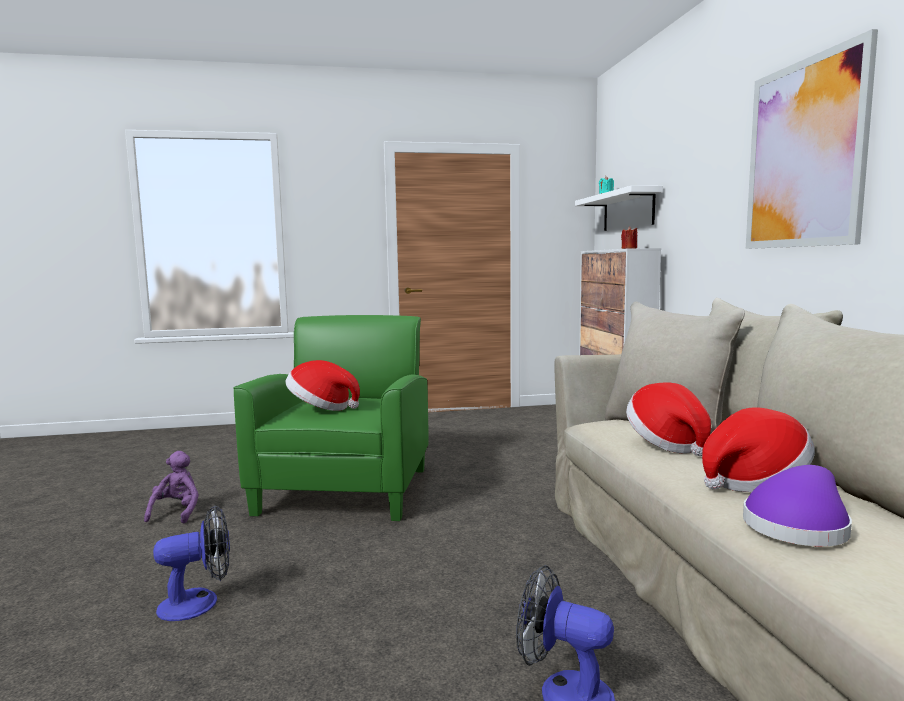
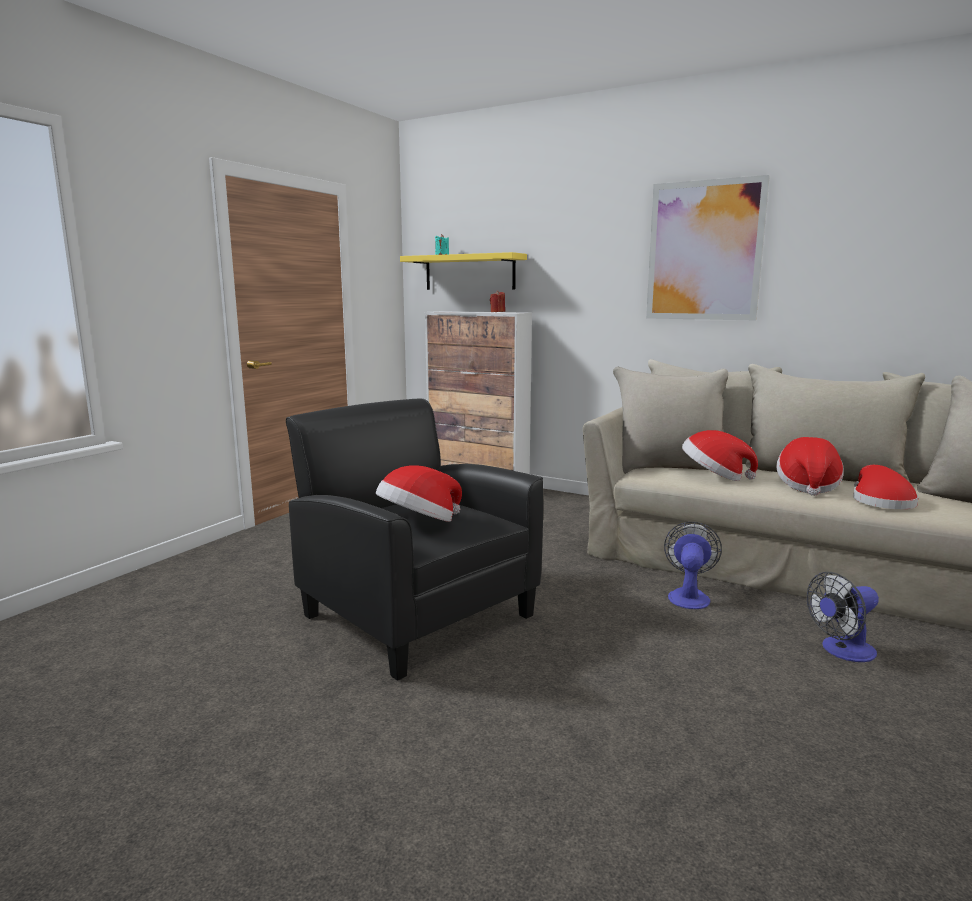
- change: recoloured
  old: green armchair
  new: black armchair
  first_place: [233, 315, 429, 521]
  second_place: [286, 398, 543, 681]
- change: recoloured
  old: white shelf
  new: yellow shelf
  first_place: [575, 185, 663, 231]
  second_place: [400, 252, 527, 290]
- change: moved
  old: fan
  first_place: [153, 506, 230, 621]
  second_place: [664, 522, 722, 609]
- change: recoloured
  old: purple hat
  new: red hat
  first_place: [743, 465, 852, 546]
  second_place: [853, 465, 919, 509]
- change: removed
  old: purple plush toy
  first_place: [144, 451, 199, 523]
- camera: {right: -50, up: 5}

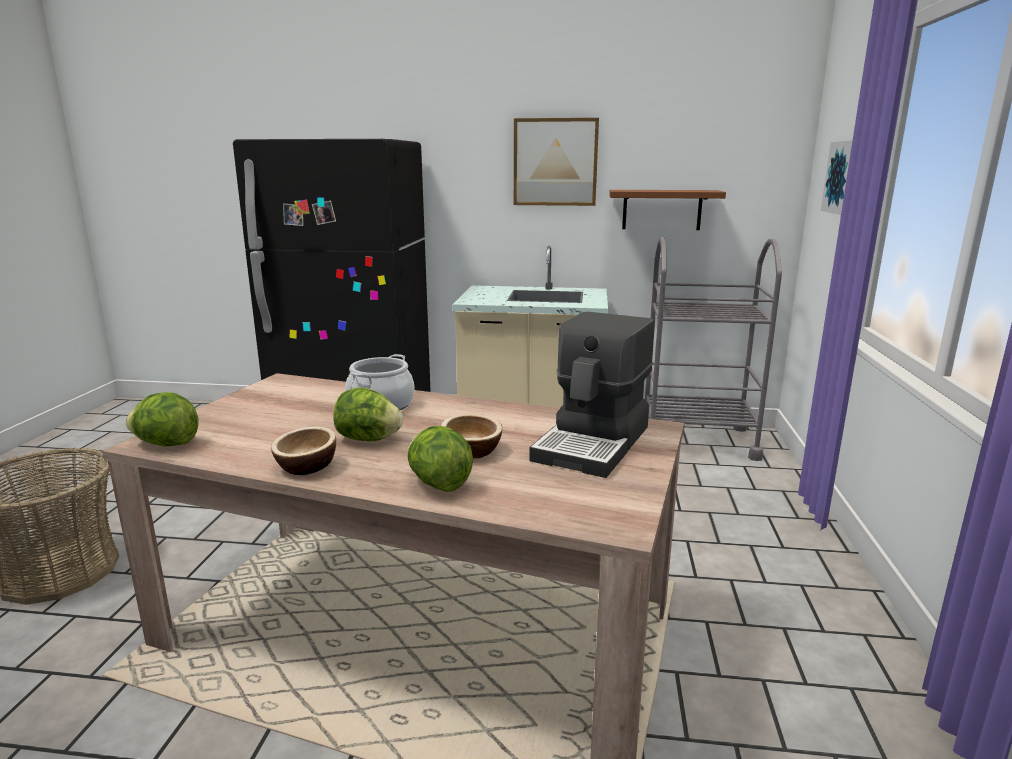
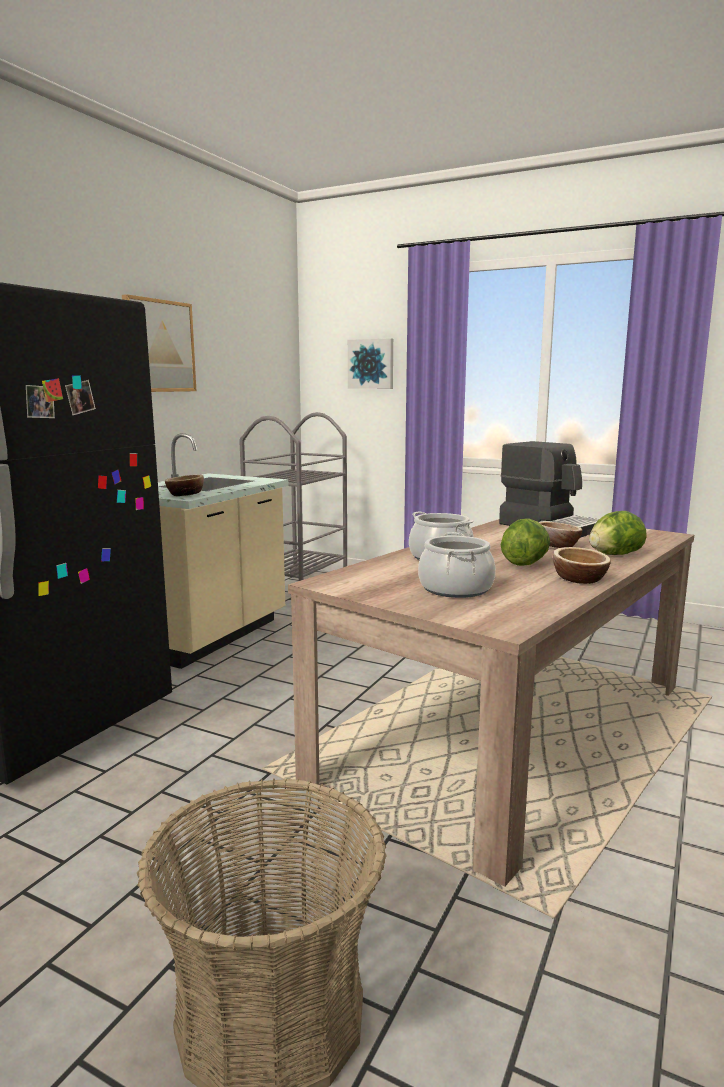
- change: added
  new: bowl
  second_place: [165, 475, 204, 496]
- change: added
  new: cooking pot
  second_place: [418, 532, 496, 598]
- change: removed
  old: lettuce
  first_place: [126, 392, 199, 446]
- change: removed
  old: brown shelf
  first_place: [609, 190, 726, 230]
- camera: {right: -70, up: -5}

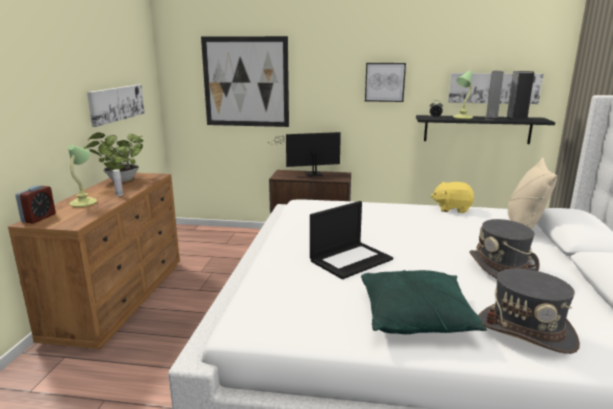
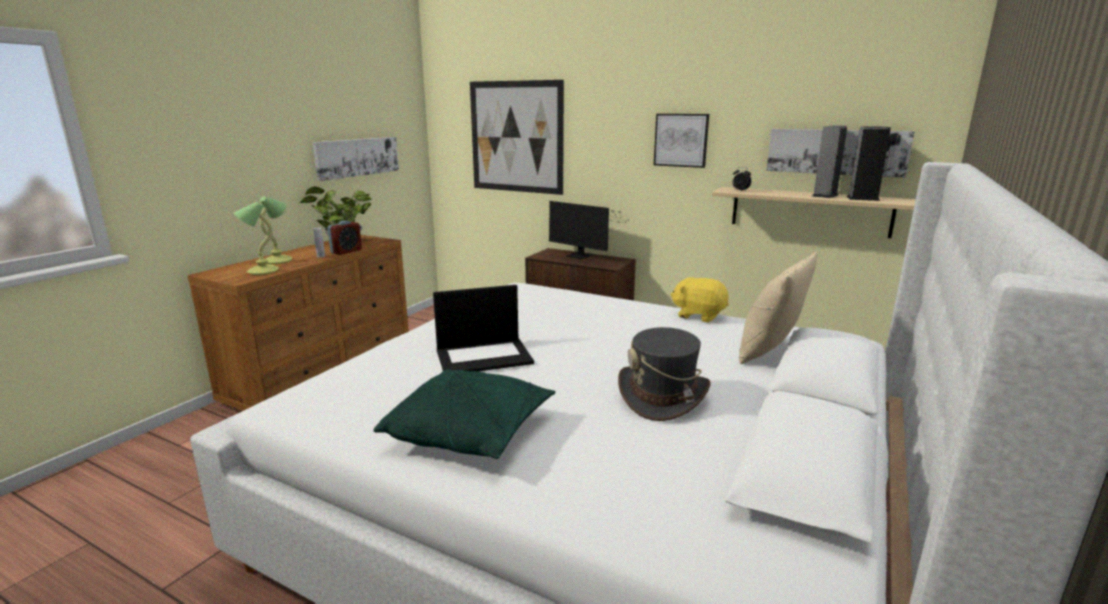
- change: moved
  old: table lamp
  first_place: [453, 71, 473, 119]
  second_place: [234, 202, 279, 275]
- change: moved
  old: alarm clock
  first_place: [16, 185, 56, 224]
  second_place: [328, 221, 362, 255]
- change: turned
  old: monitor
  first_place: [275, 132, 341, 177]
  second_place: [549, 201, 630, 259]
  degrees: -150
- change: recoloured
  old: black shelf
  new: beige shelf
  first_place: [416, 115, 555, 144]
  second_place: [712, 187, 916, 238]
- change: removed
  old: grey hat
  first_place: [478, 269, 580, 354]
- camera: {right: 20, up: 0}

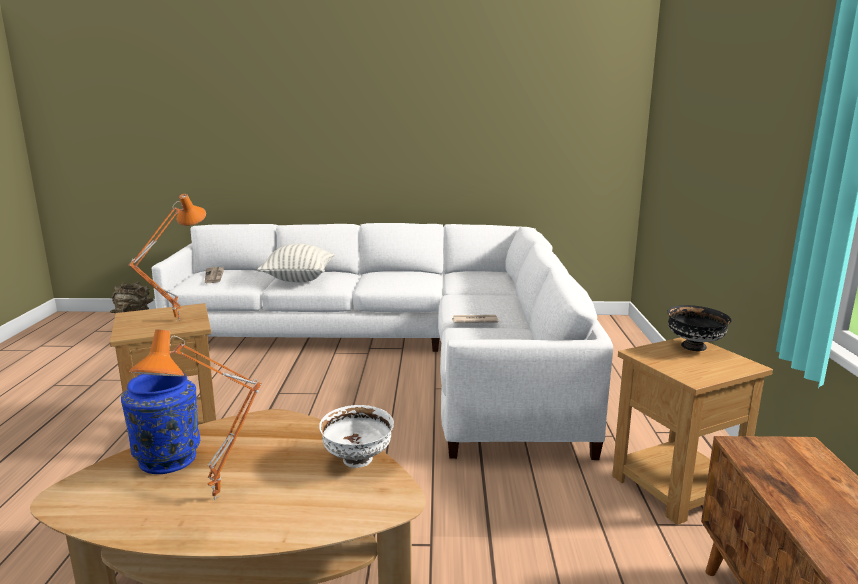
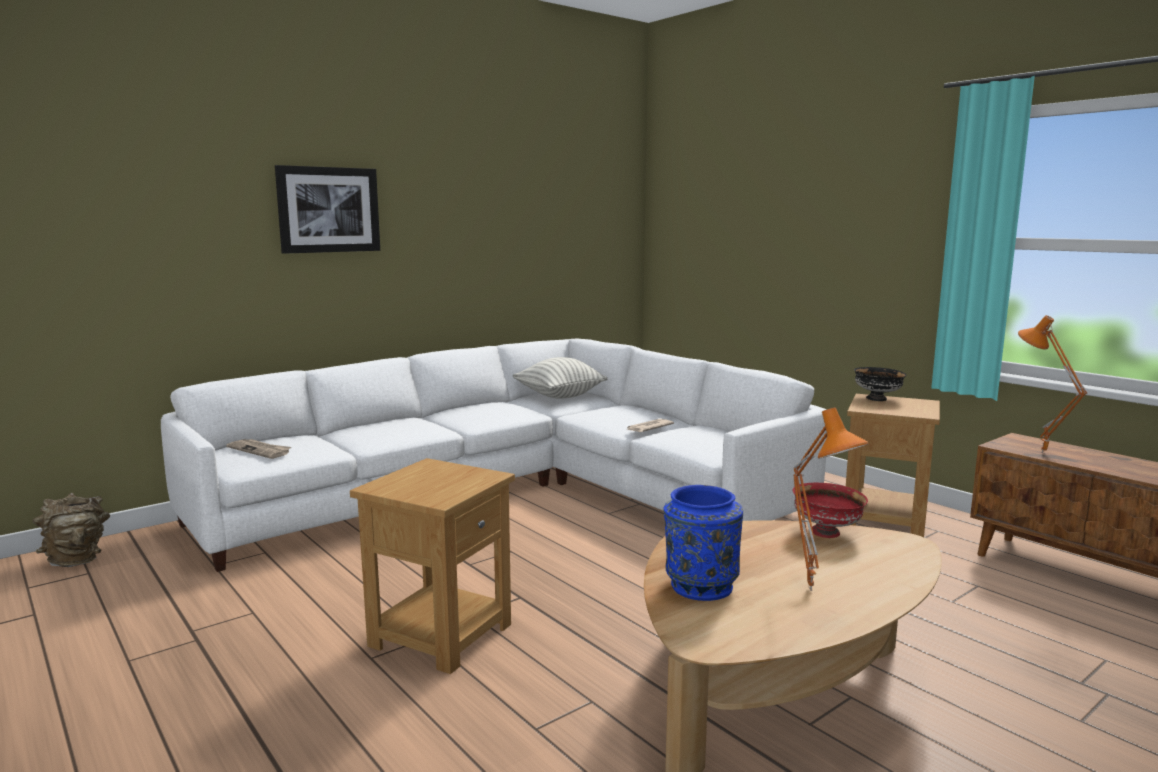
- change: added
  new: picture
  second_place: [275, 165, 380, 254]
- change: moved
  old: pillow
  first_place: [257, 244, 335, 282]
  second_place: [513, 357, 608, 399]
- change: recoloured
  old: white bowl
  new: red bowl
  first_place: [319, 405, 394, 468]
  second_place: [793, 483, 868, 538]
- change: moved
  old: orange table lamp
  first_place: [128, 194, 206, 321]
  second_place: [1018, 315, 1087, 454]
- camera: {right: -40, up: -5}

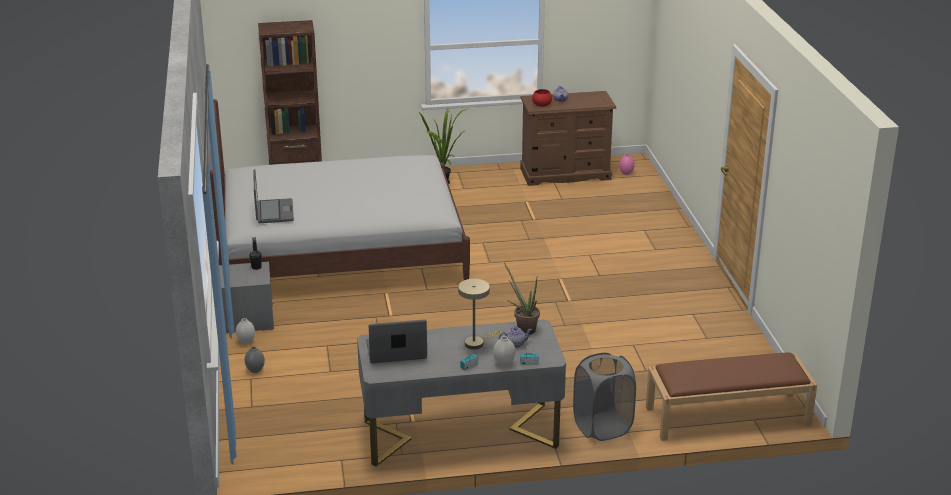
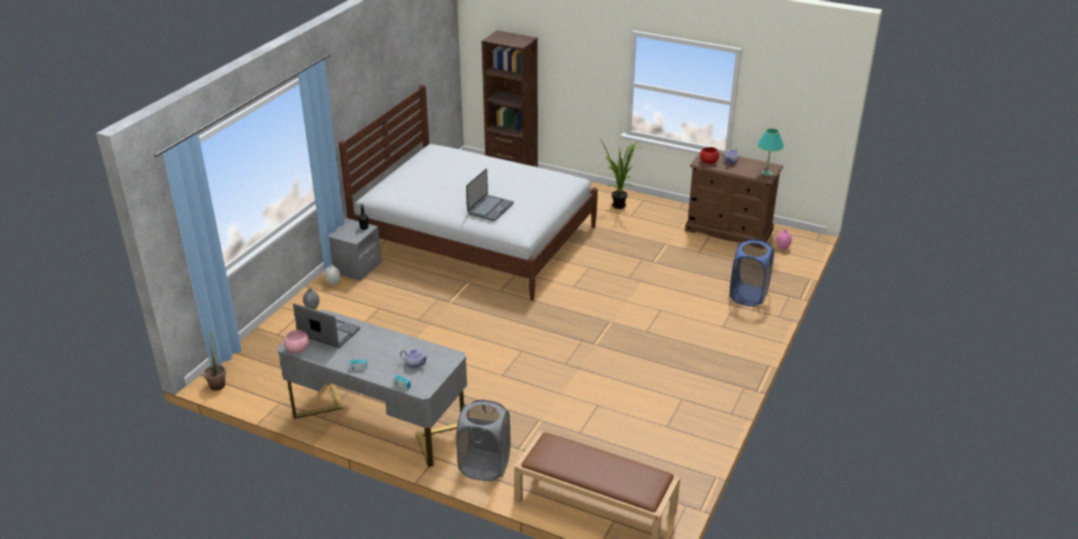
- change: moved
  old: potted plant
  first_place: [504, 263, 540, 335]
  second_place: [204, 331, 226, 390]
- change: added
  new: pink bowl
  second_place: [284, 330, 309, 353]
- change: moved
  old: laptop
  first_place: [254, 169, 294, 223]
  second_place: [466, 168, 514, 221]
- change: added
  new: blue laundry basket
  second_place: [730, 239, 774, 307]
- change: added
  new: turquoise table lamp
  second_place: [757, 128, 784, 176]
- change: removed
  old: beige table lamp
  first_place: [458, 279, 501, 349]
- change: removed
  old: white vase
  first_place: [493, 336, 515, 366]
- camera: {right: 35, up: 5}

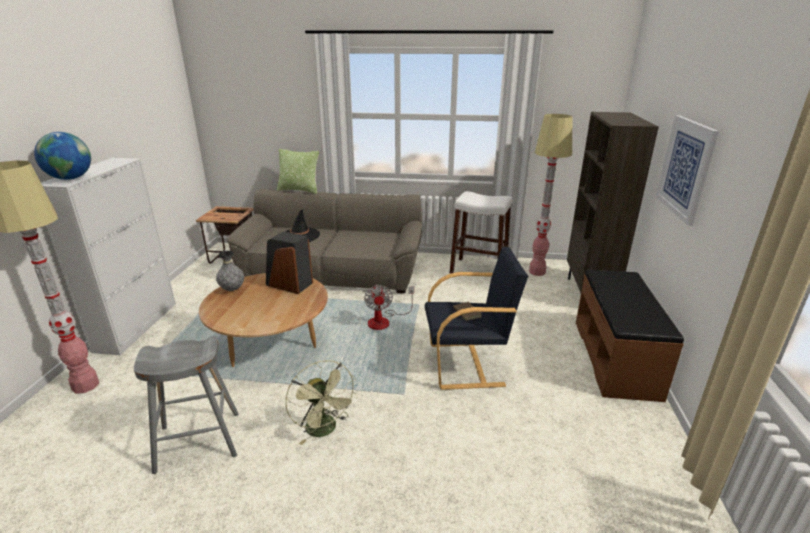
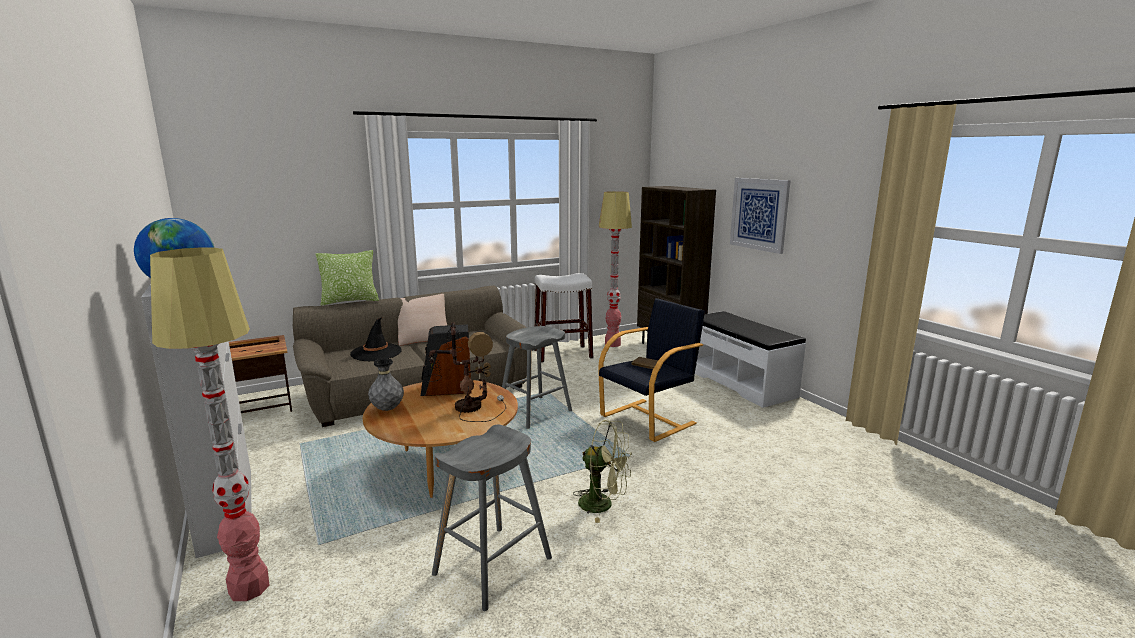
- change: added
  new: beige pillow
  second_place: [398, 294, 447, 346]
- change: added
  new: table lamp
  second_place: [424, 322, 506, 422]
- change: replaced
  old: fan
  new: grey stool
  first_place: [364, 284, 414, 330]
  second_place: [502, 326, 572, 429]
- change: recoloured
  old: brown bench
  new: white bench
  first_place: [576, 270, 684, 402]
  second_place: [695, 311, 806, 408]
- camera: {right: -35, up: -10}

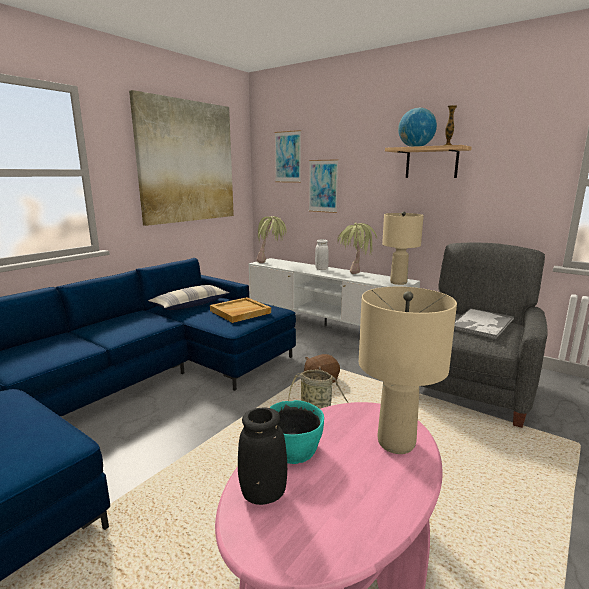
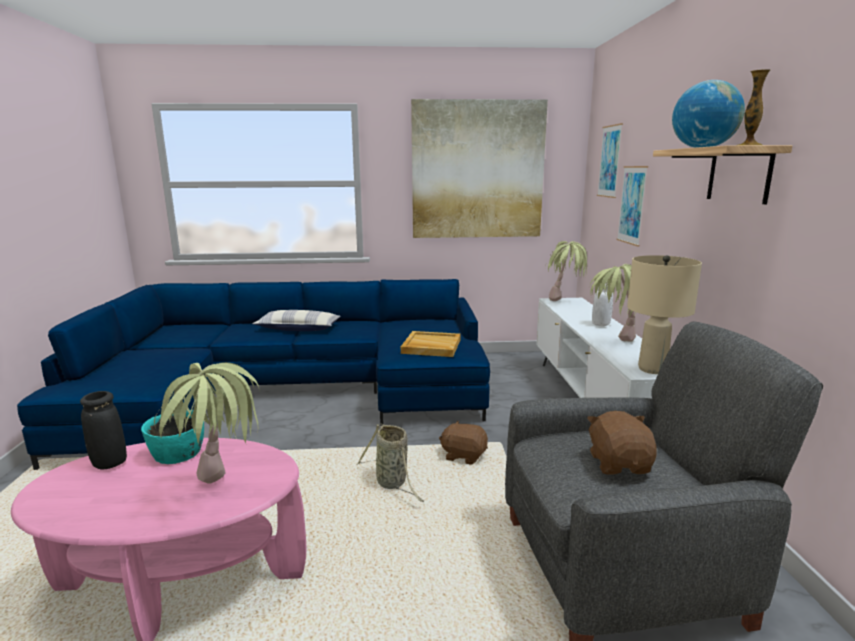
- change: replaced
  old: beige table lamp
  new: potted plant
  first_place: [359, 287, 457, 454]
  second_place: [154, 362, 260, 484]
- change: moved
  old: pillow
  first_place: [148, 285, 230, 310]
  second_place: [253, 310, 341, 331]
- change: replaced
  old: tray
  new: brown plush toy
  first_place: [454, 308, 514, 339]
  second_place: [587, 411, 657, 474]
- camera: {right: 50, up: 0}

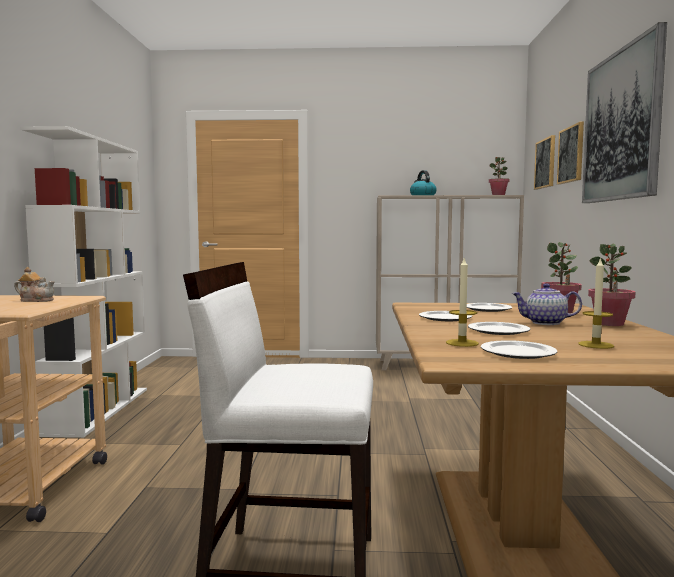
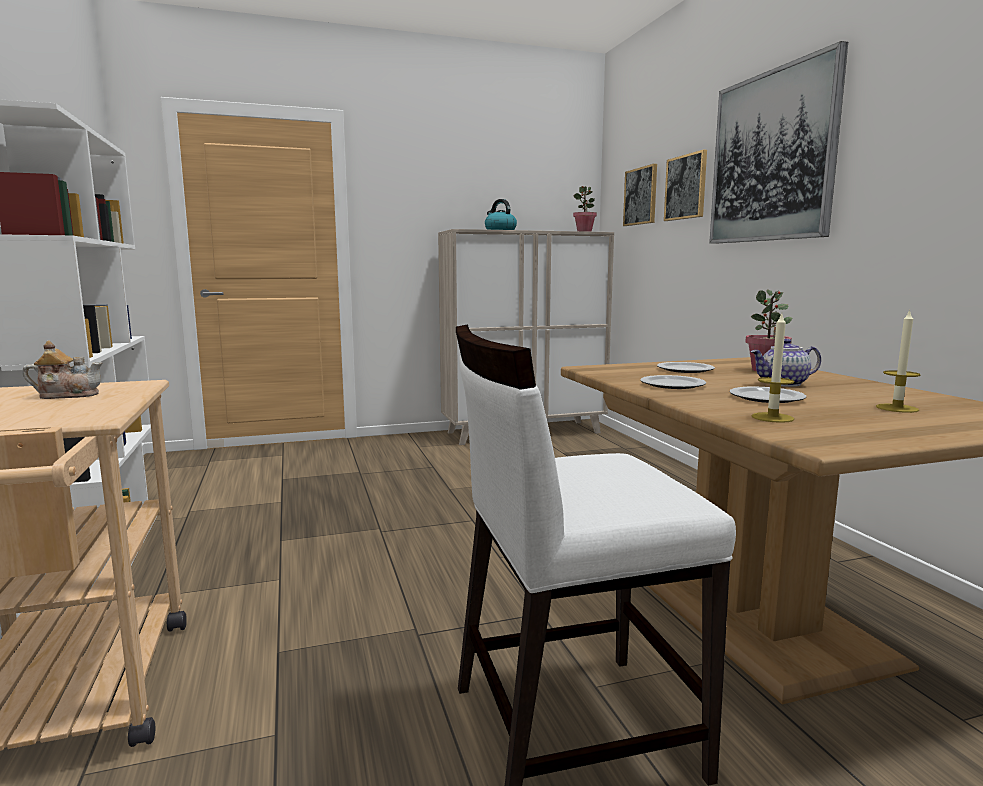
- change: removed
  old: plate
  first_place: [481, 340, 557, 359]
- change: removed
  old: potted plant
  first_place: [588, 244, 635, 326]
- camera: {right: -20, up: 5}

